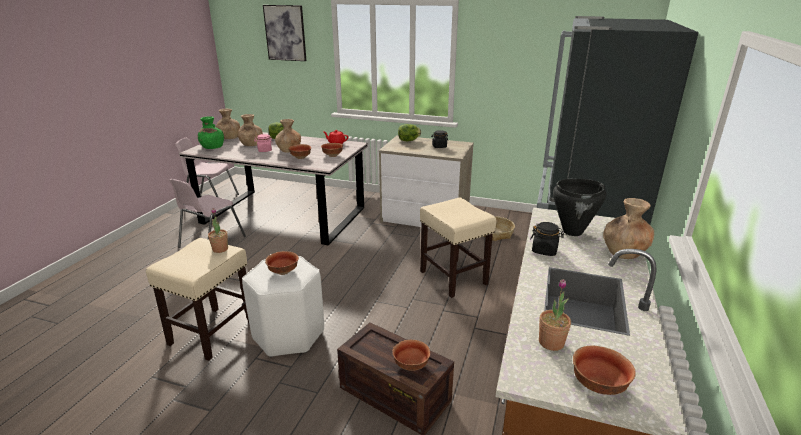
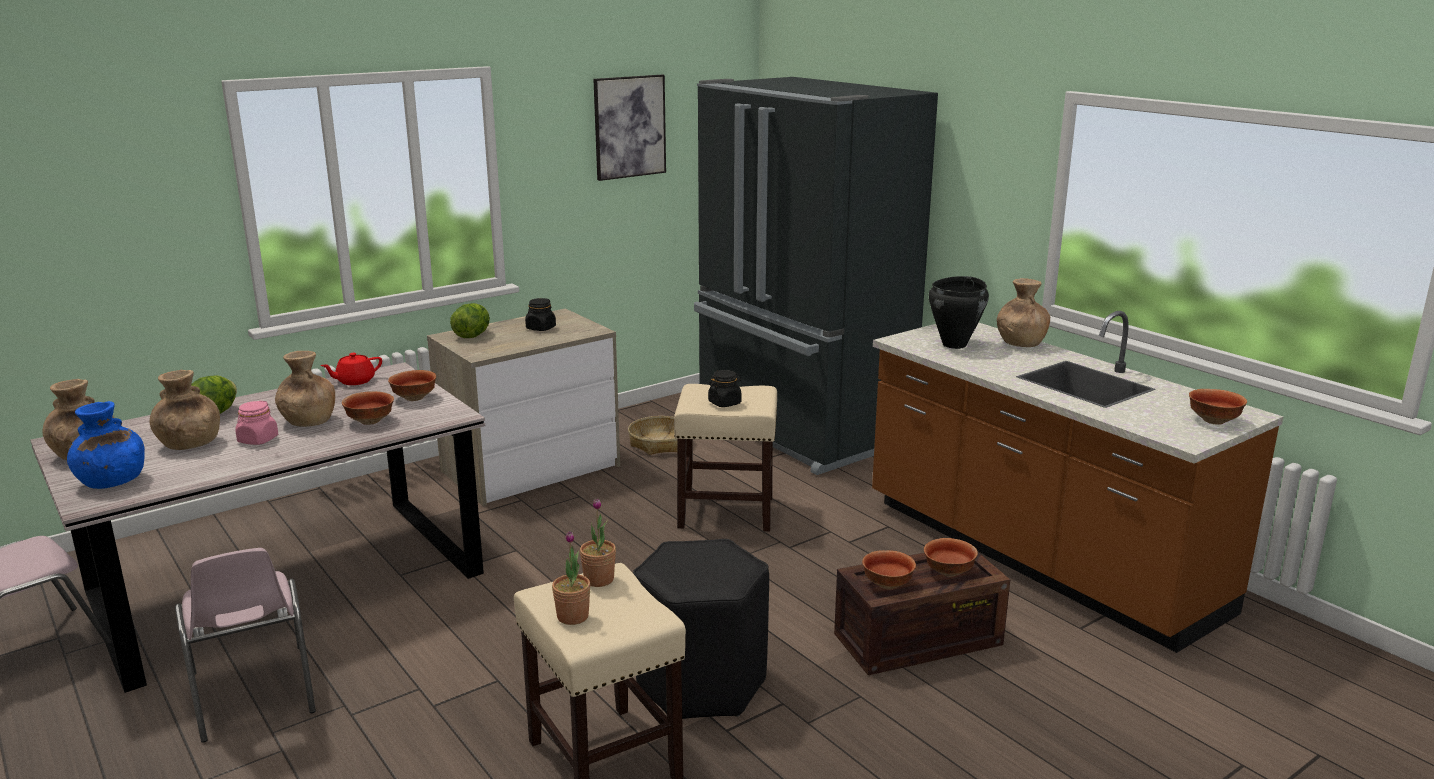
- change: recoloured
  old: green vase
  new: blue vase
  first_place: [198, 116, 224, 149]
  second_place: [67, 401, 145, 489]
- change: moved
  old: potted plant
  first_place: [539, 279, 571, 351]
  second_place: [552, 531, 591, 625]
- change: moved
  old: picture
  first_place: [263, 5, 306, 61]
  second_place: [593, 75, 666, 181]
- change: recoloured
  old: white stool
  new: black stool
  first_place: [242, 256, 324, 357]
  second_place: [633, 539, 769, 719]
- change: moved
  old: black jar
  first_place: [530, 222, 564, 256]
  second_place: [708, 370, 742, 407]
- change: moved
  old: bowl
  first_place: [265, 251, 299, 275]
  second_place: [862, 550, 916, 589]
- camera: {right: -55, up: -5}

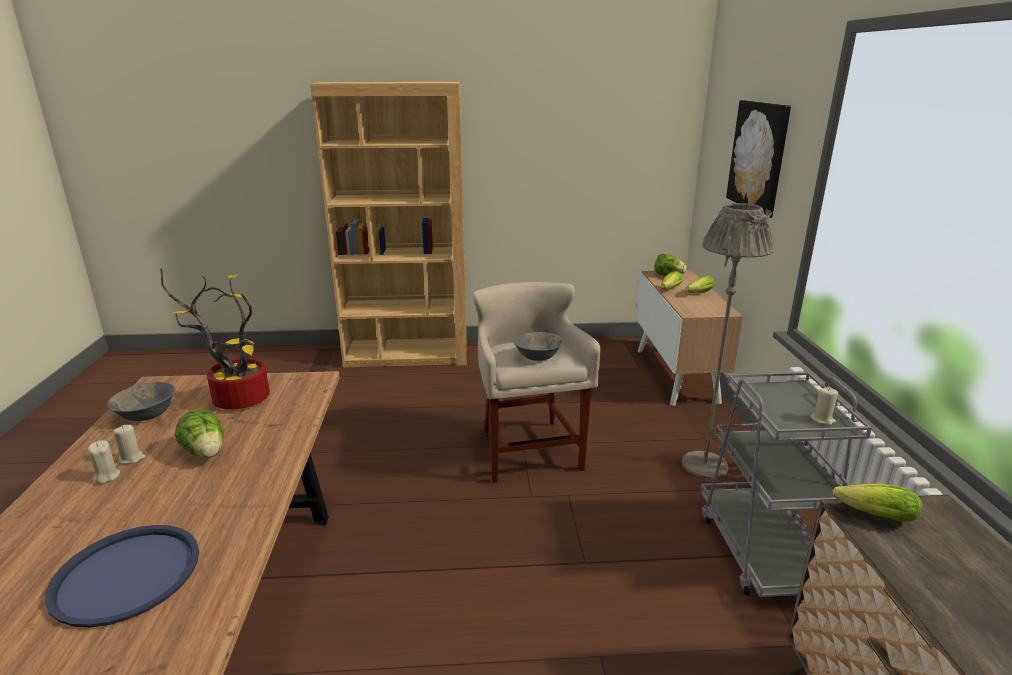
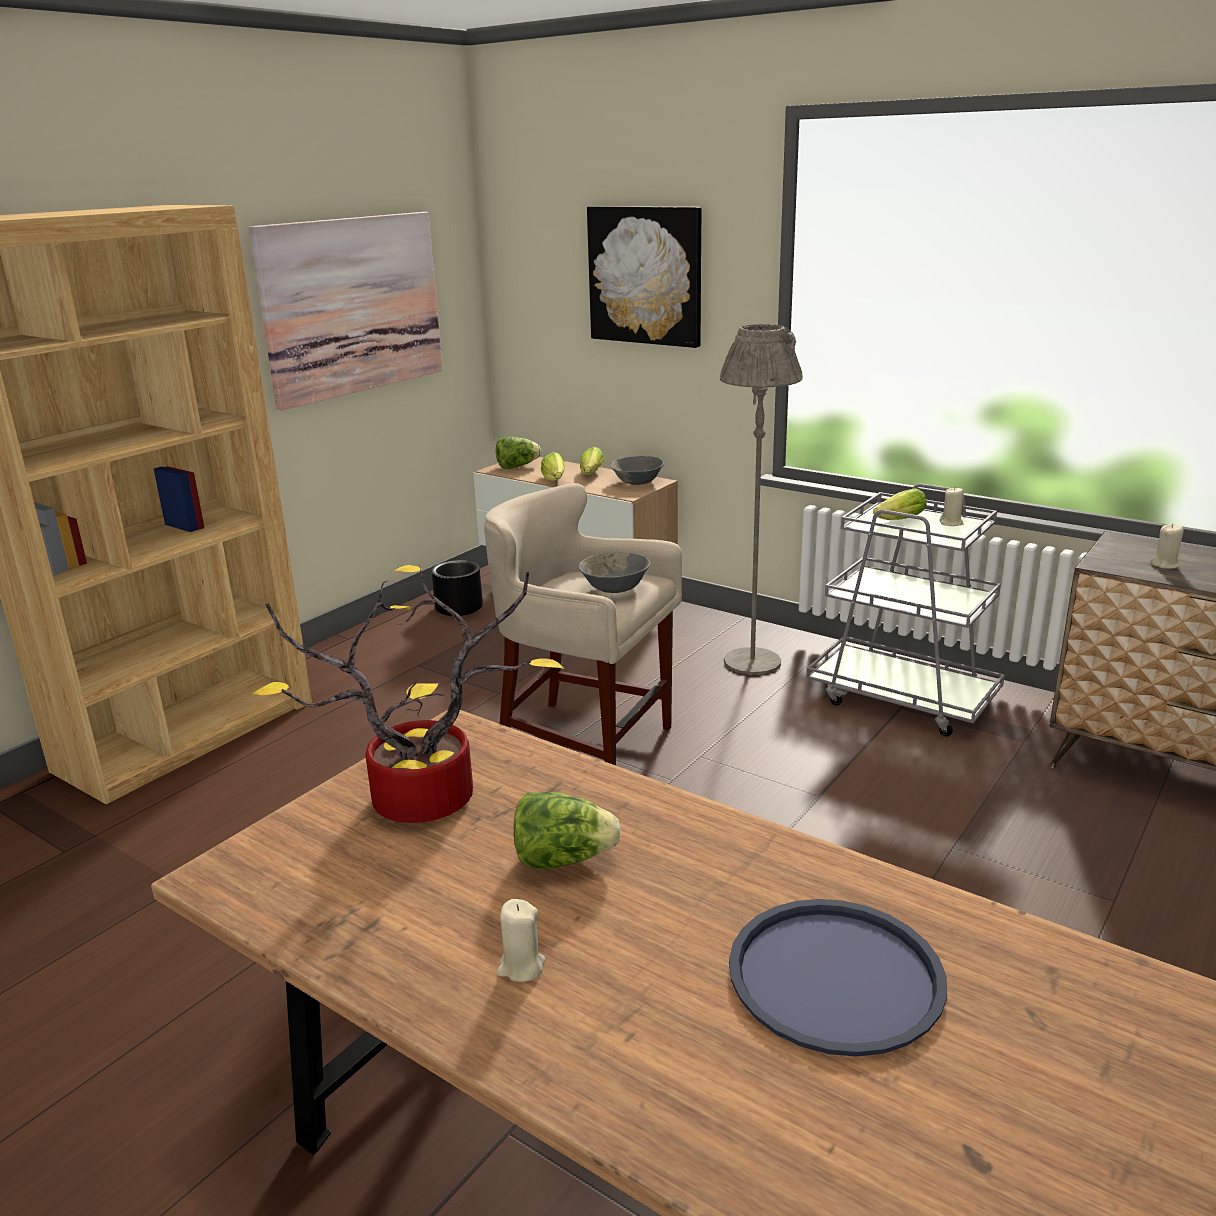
- change: added
  new: picture
  second_place: [249, 212, 443, 410]
- change: added
  new: black planter
  second_place: [432, 560, 483, 616]
- change: moved
  old: grey bowl
  first_place: [107, 382, 175, 421]
  second_place: [610, 456, 664, 485]
- change: moved
  old: lettuce
  first_place: [833, 484, 922, 521]
  second_place: [873, 488, 927, 520]
- change: moved
  old: beige candle
  first_place: [113, 425, 145, 464]
  second_place: [1150, 524, 1184, 569]
- camera: {right: -50, up: 0}

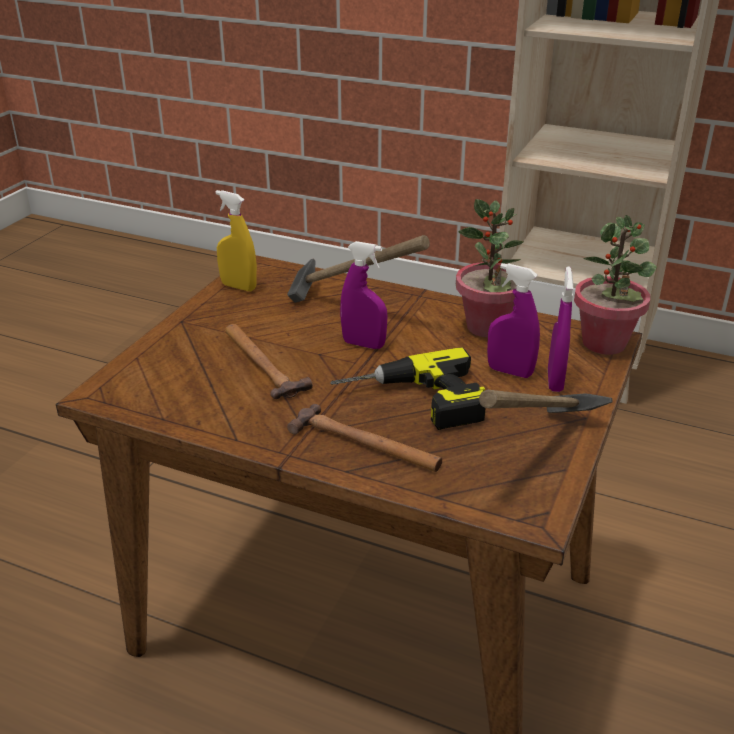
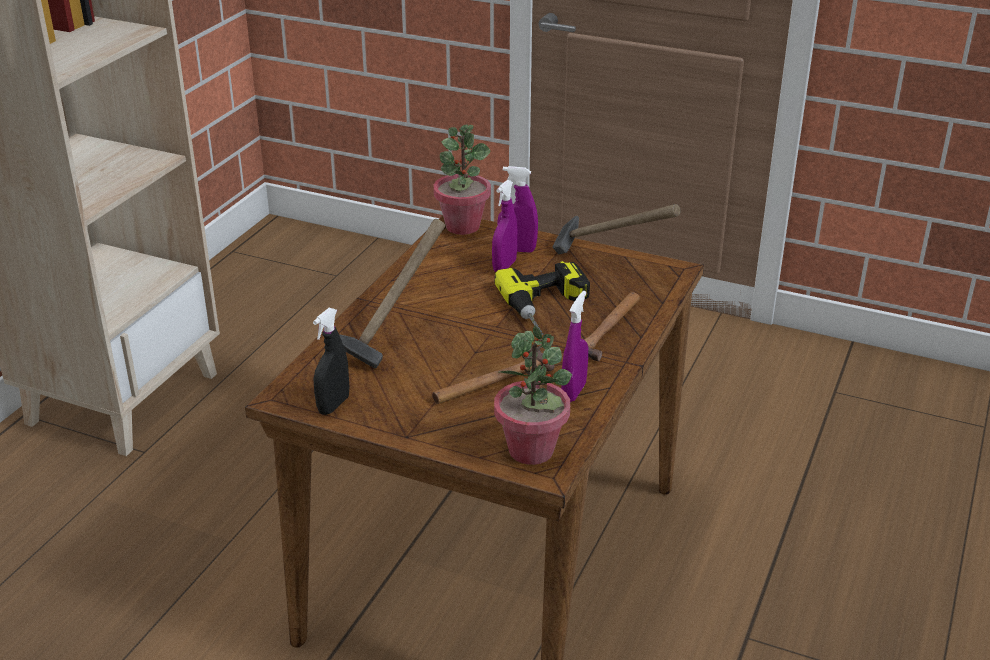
- change: recoloured
  old: yellow spray bottle
  new: black spray bottle
  first_place: [215, 190, 257, 291]
  second_place: [313, 308, 349, 415]
- change: moved
  old: potted plant
  first_place: [456, 199, 524, 338]
  second_place: [494, 325, 572, 465]
- change: moved
  old: purple spray bottle
  first_place: [340, 241, 387, 349]
  second_place: [561, 291, 588, 402]
- camera: {right: -90, up: 0}

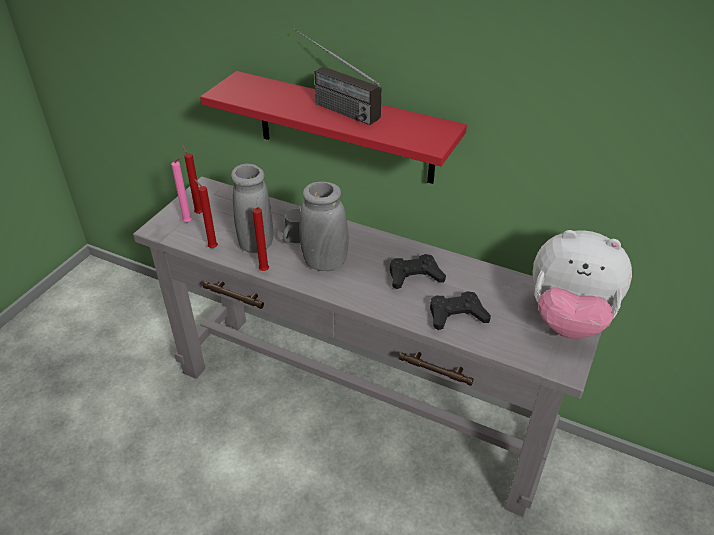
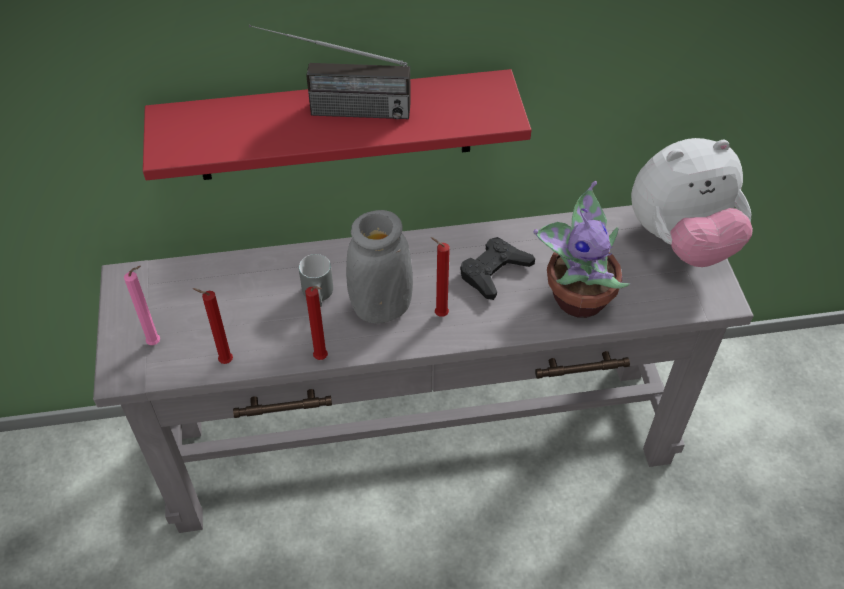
- change: moved
  old: red candle
  first_place: [182, 145, 202, 214]
  second_place: [431, 237, 450, 317]
- change: replaced
  old: black game controller
  new: potted plant
  first_place: [430, 291, 491, 330]
  second_place: [533, 181, 630, 318]
- change: removed
  old: grey vase
  first_place: [231, 164, 273, 253]
- camera: {right: -35, up: 10}

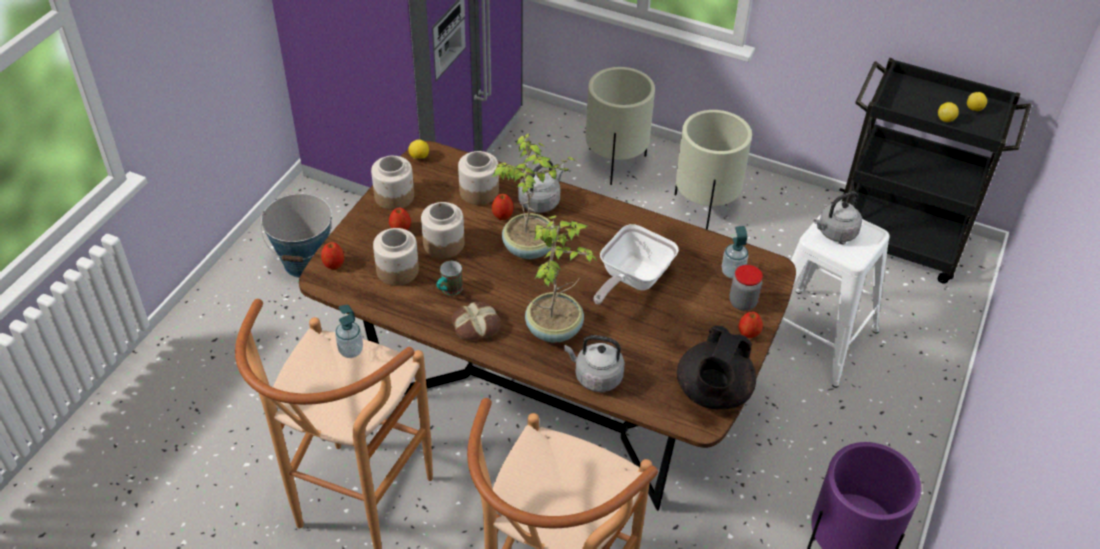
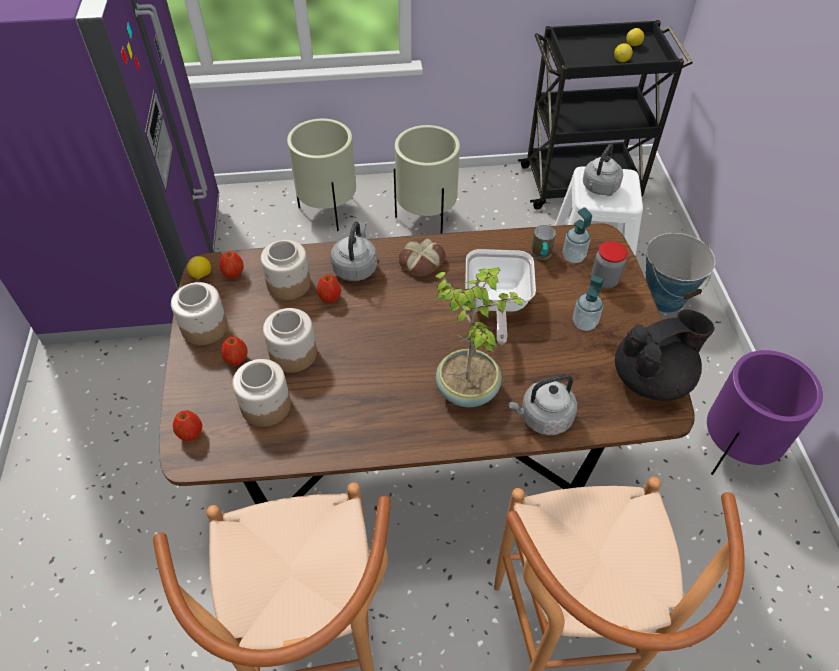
- change: moved
  old: apple
  first_place: [739, 311, 763, 338]
  second_place: [220, 251, 244, 279]
- change: moved
  old: bread
  first_place: [452, 302, 501, 341]
  second_place: [399, 238, 446, 276]
- change: moved
  old: mug
  first_place: [437, 261, 463, 295]
  second_place: [531, 225, 556, 260]
- change: moved
  old: soap dispenser
  first_place: [335, 305, 363, 358]
  second_place: [573, 275, 604, 331]
- change: turned
  old: black teapot
  first_place: [677, 326, 756, 410]
  second_place: [615, 310, 715, 401]
  degrees: -105
- change: moved
  old: bucket
  first_place: [261, 194, 332, 278]
  second_place: [646, 233, 715, 313]
- change: removed
  old: potted plant
  first_place: [492, 133, 576, 259]
- camera: {right: -30, up: 5}

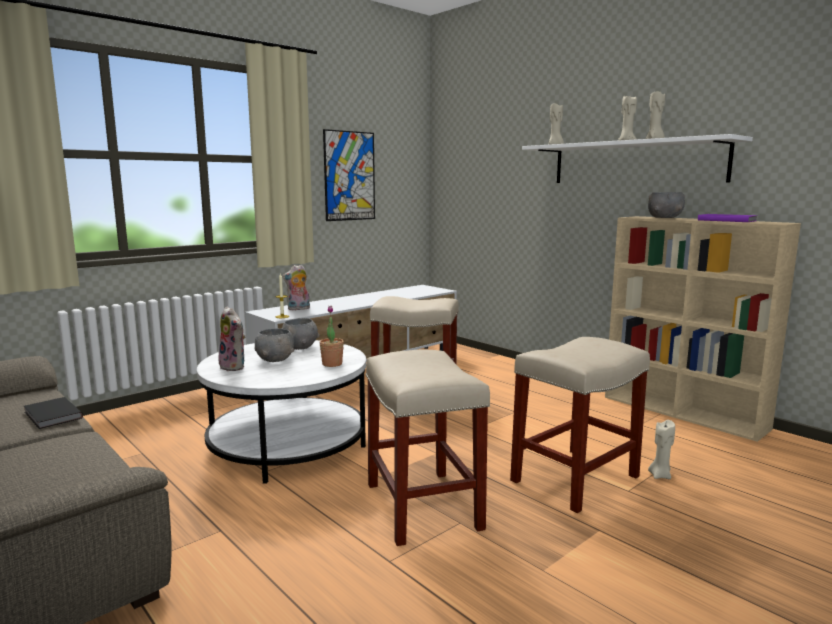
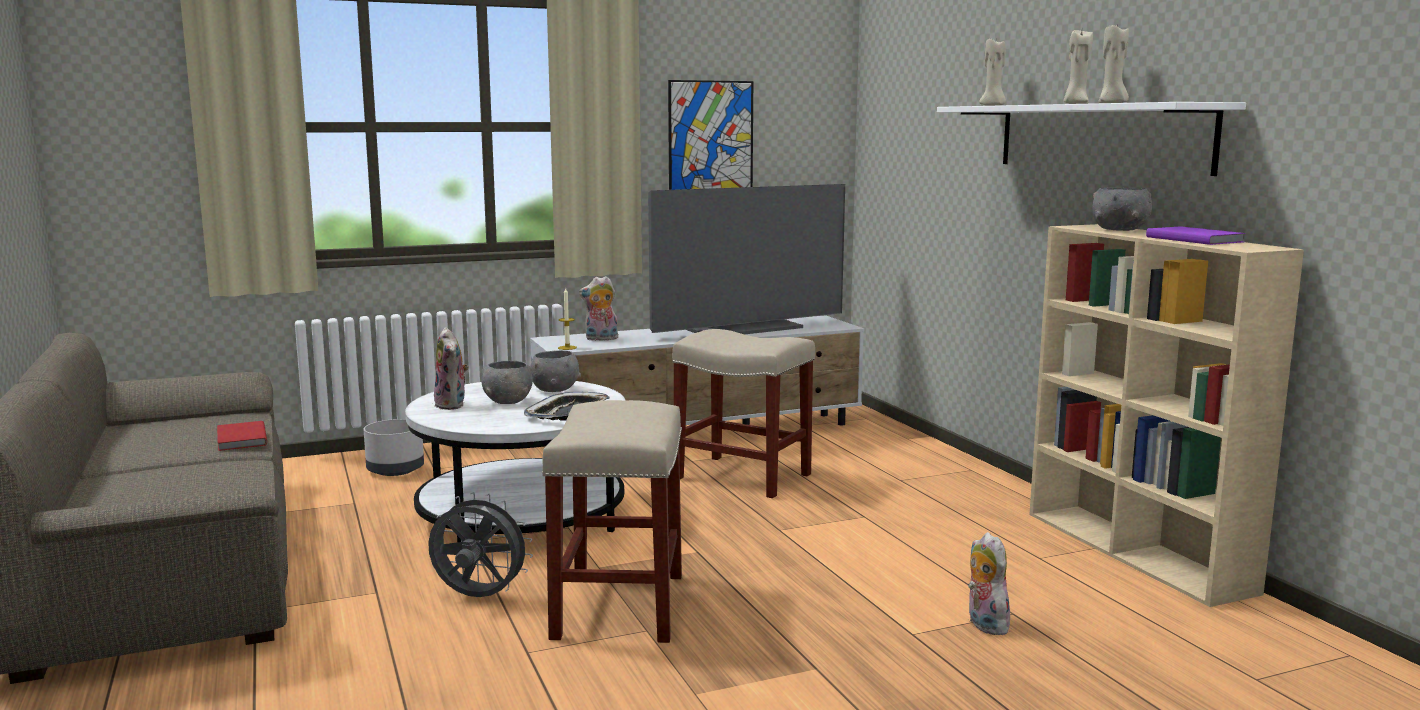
- change: recoloured
  old: black book
  new: red book
  first_place: [24, 397, 83, 429]
  second_place: [217, 421, 267, 451]
- change: added
  new: grey planter
  second_place: [364, 419, 424, 476]
- change: added
  new: grey fan
  second_place: [428, 492, 533, 597]
- change: replaced
  old: potted plant
  new: tray
  first_place: [320, 306, 344, 367]
  second_place: [524, 392, 610, 421]
- change: added
  new: television
  second_place: [648, 184, 845, 334]
- change: replaced
  old: beige candle
  new: plush toy
  first_place: [648, 420, 675, 479]
  second_place: [968, 532, 1010, 635]
- change: removed
  old: beige stool
  first_place: [510, 337, 650, 513]
- camera: {right: 20, up: 0}

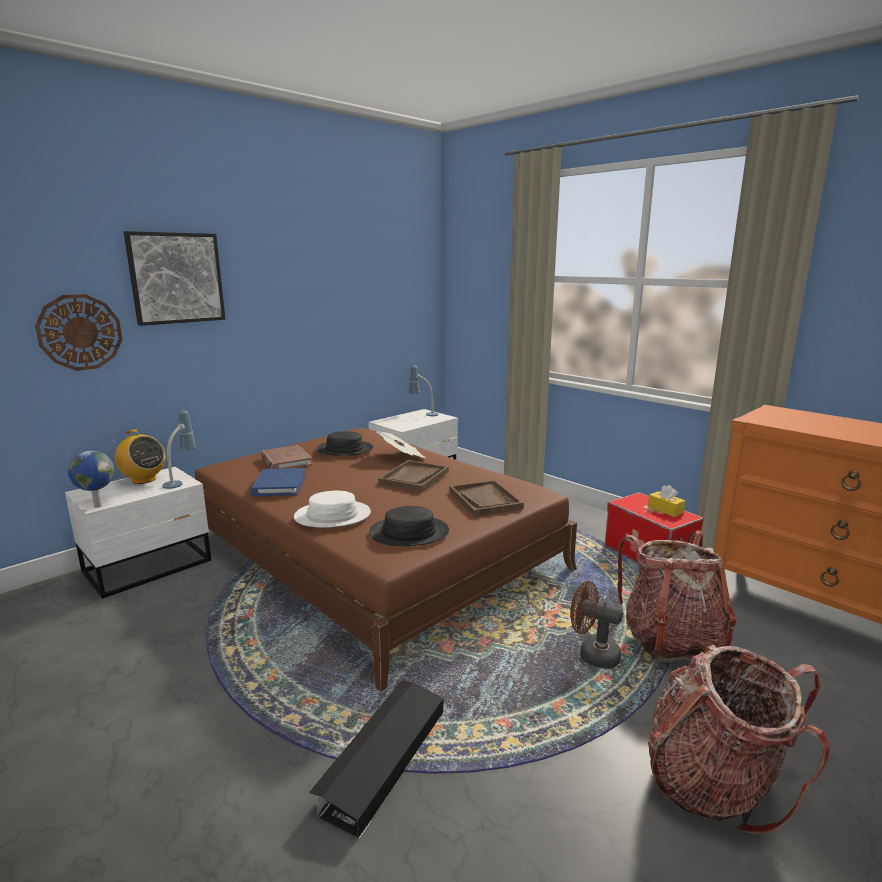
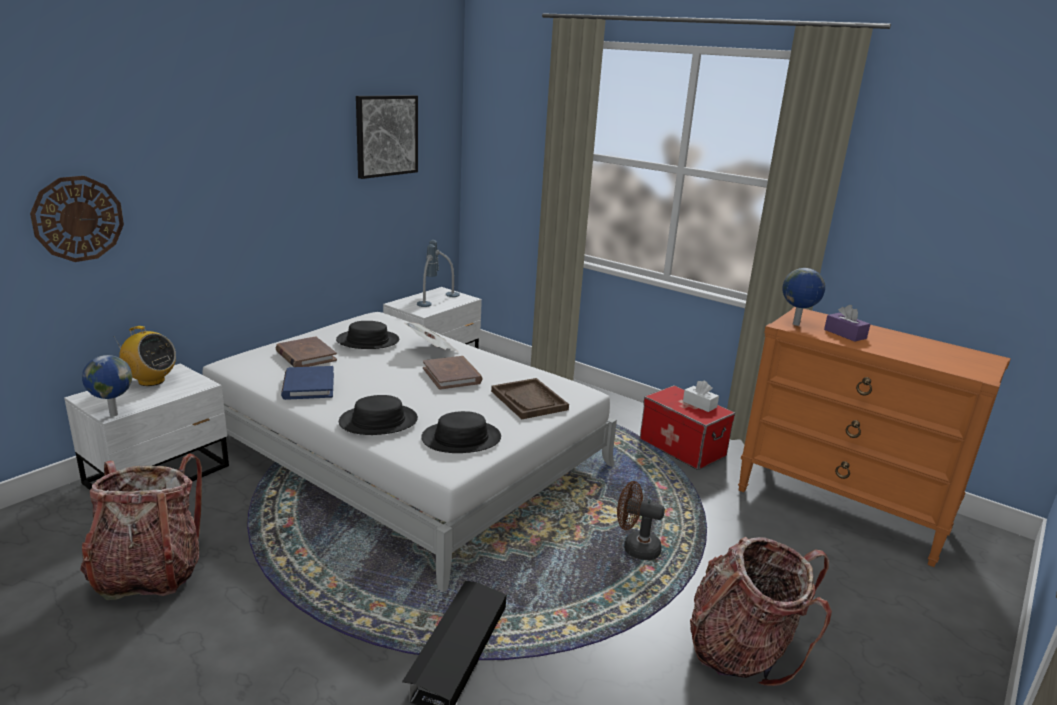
- change: moved
  old: backpack
  first_place: [617, 530, 736, 663]
  second_place: [80, 453, 202, 600]
- change: recoloured
  old: brown bed
  new: white bed
  first_place: [195, 428, 577, 692]
  second_place: [203, 312, 617, 592]
- change: recoloured
  old: white hat
  new: black hat
  first_place: [294, 491, 371, 528]
  second_place: [339, 395, 418, 435]
- change: moved
  old: picture
  first_place: [124, 231, 225, 326]
  second_place: [356, 95, 418, 179]
- change: moved
  old: table lamp
  first_place: [162, 410, 196, 489]
  second_place: [417, 244, 437, 307]
- change: replaced
  old: brown tray
  new: brown book
  first_place: [379, 460, 449, 492]
  second_place: [423, 356, 483, 390]
- change: recoloured
  old: yellow tissue box
  new: white tissue box
  first_place: [648, 485, 685, 517]
  second_place: [683, 380, 719, 412]
- change: added
  new: globe
  second_place: [782, 268, 825, 326]
- change: added
  new: purple tissue box
  second_place: [824, 305, 870, 342]
- camera: {right: -10, up: 5}

